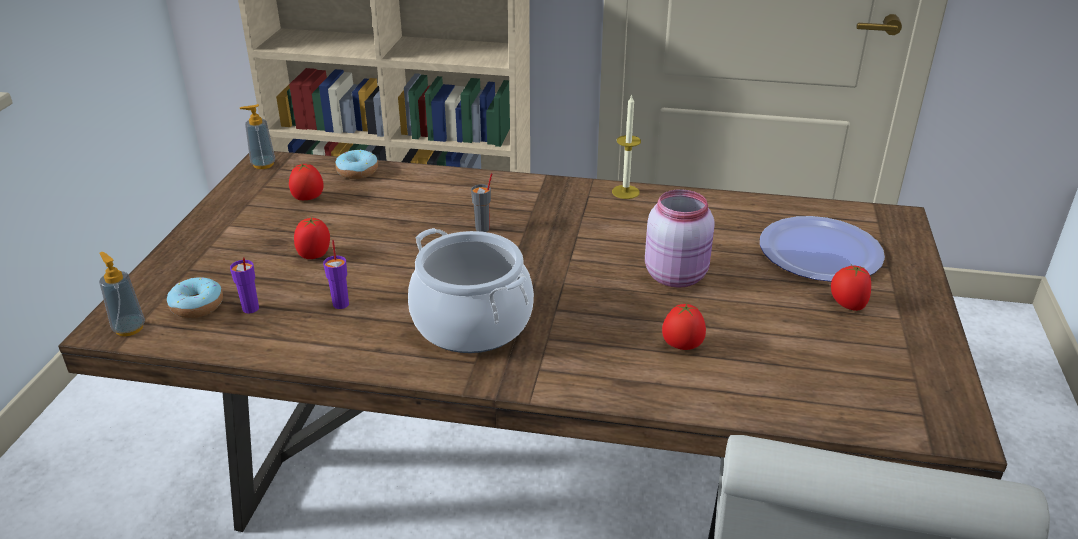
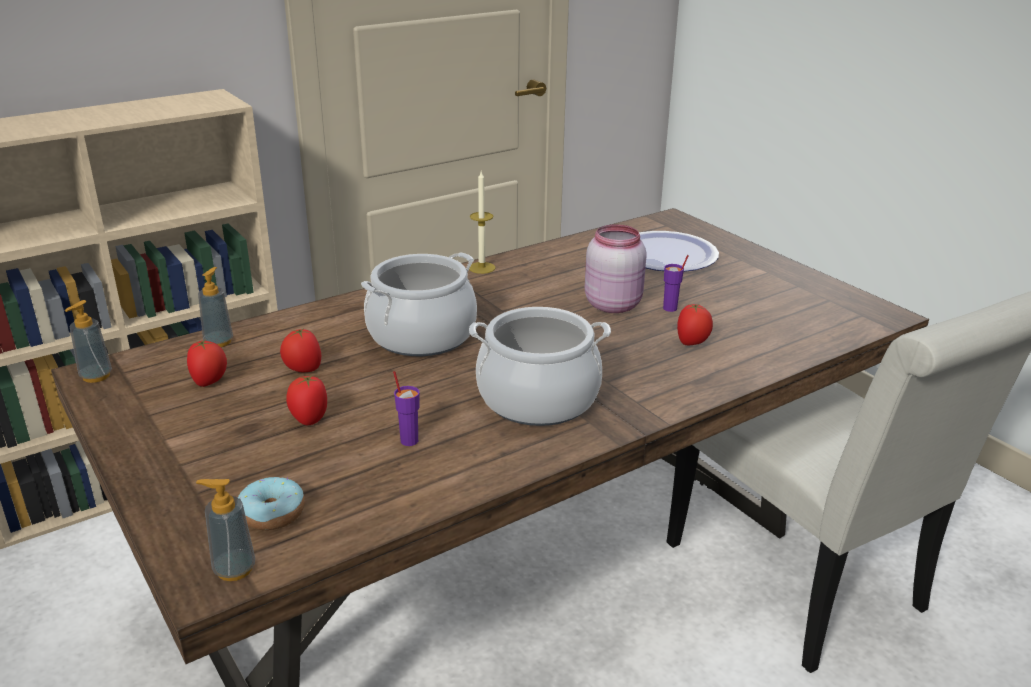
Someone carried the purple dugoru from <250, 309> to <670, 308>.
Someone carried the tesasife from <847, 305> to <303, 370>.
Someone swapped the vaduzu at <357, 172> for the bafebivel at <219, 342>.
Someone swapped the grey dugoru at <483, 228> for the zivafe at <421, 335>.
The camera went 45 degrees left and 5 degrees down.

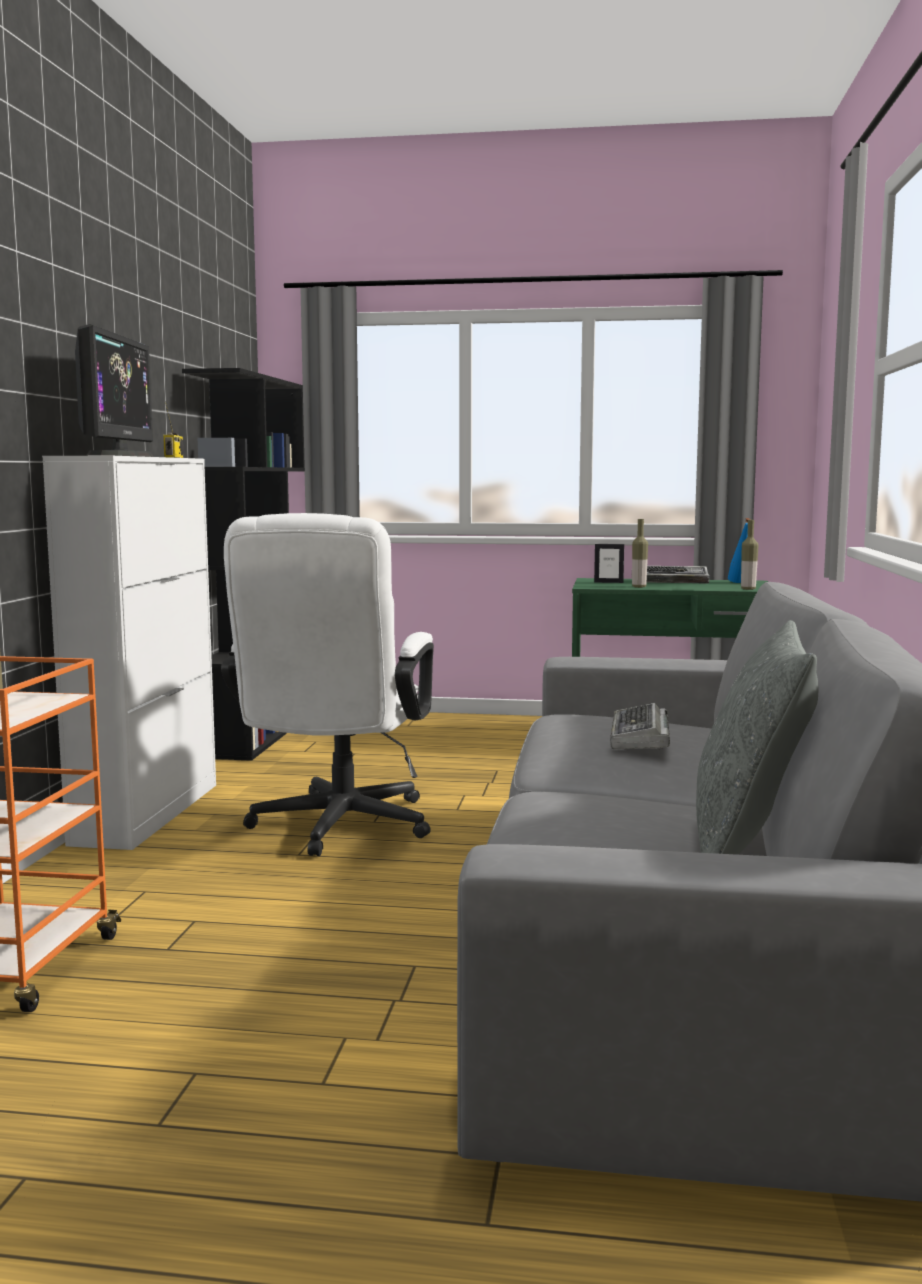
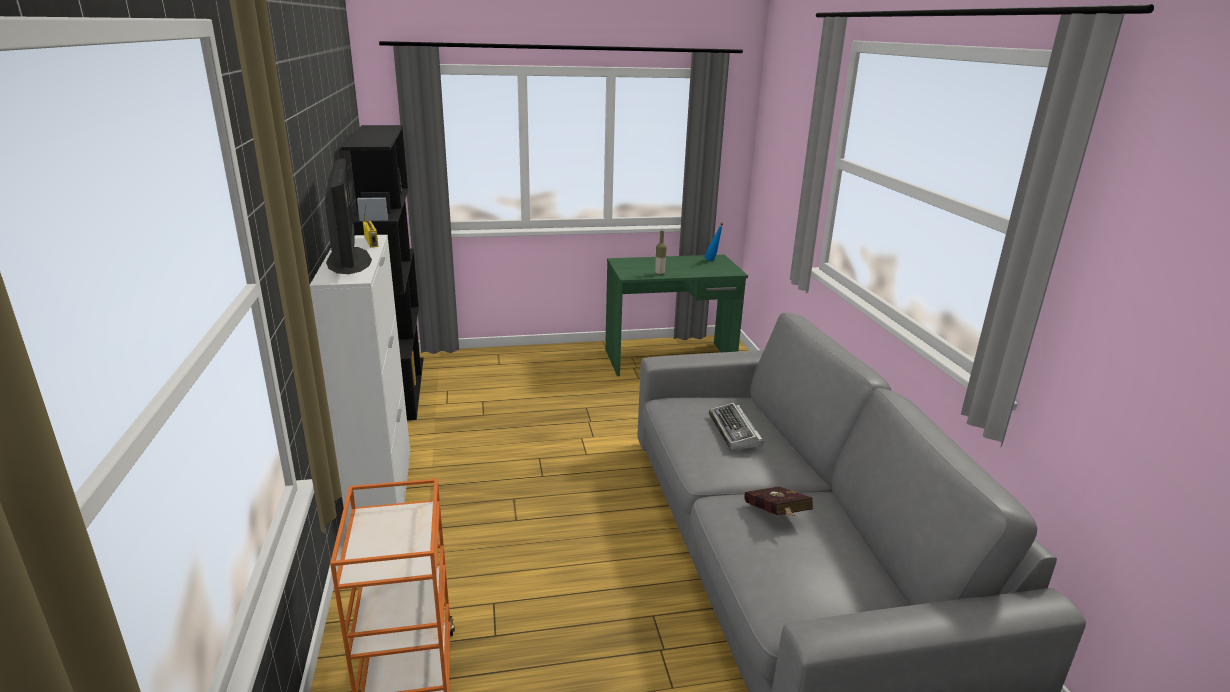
Someone took away the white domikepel at <336, 829>.
Someone took away the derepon at <608, 582>.
Someone took away the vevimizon at <670, 582>.
Someone took away the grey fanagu at <748, 845>.
Someone took away the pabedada at <748, 589>.
Someone put down the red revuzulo at <776, 516>.
The camera went 20 degrees left and 15 degrees up.

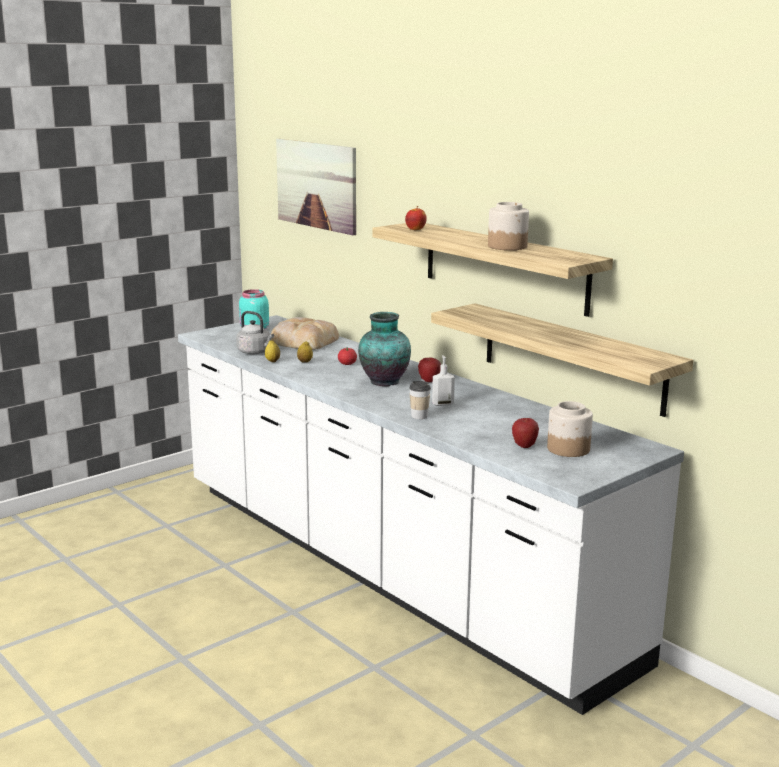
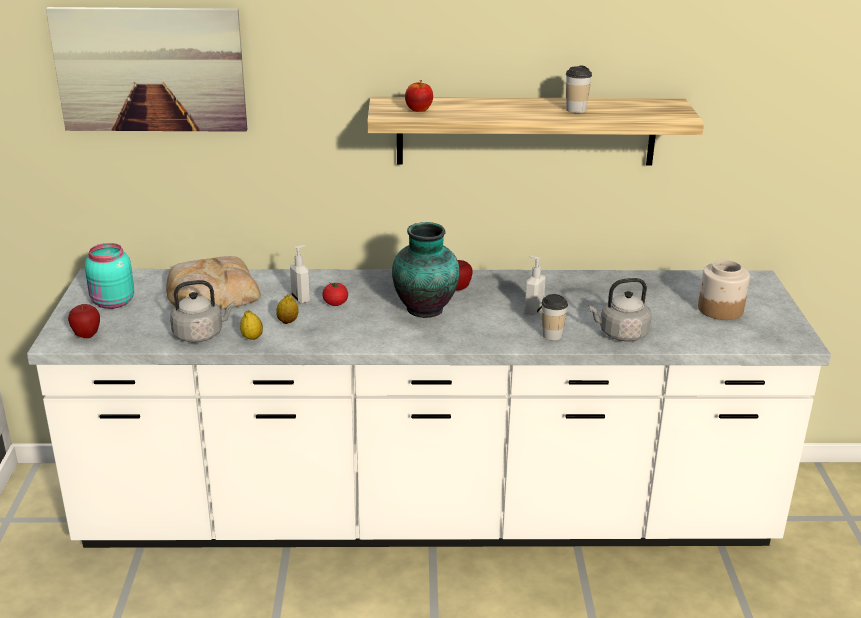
Someone took away the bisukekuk at <571, 357>.
Someone put down the bafebivel at <301, 299>.
Someone put down the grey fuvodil at <620, 334>.
Someone carried the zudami from <524, 446> to <87, 335>.
Someone swapped the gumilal at <507, 246> for the dugoru at <576, 110>.
The camera went 50 degrees left and 10 degrees up.

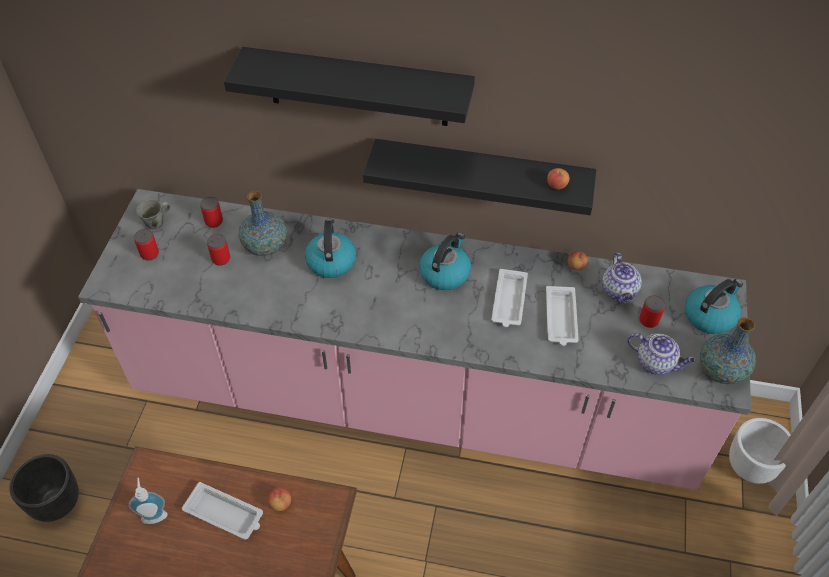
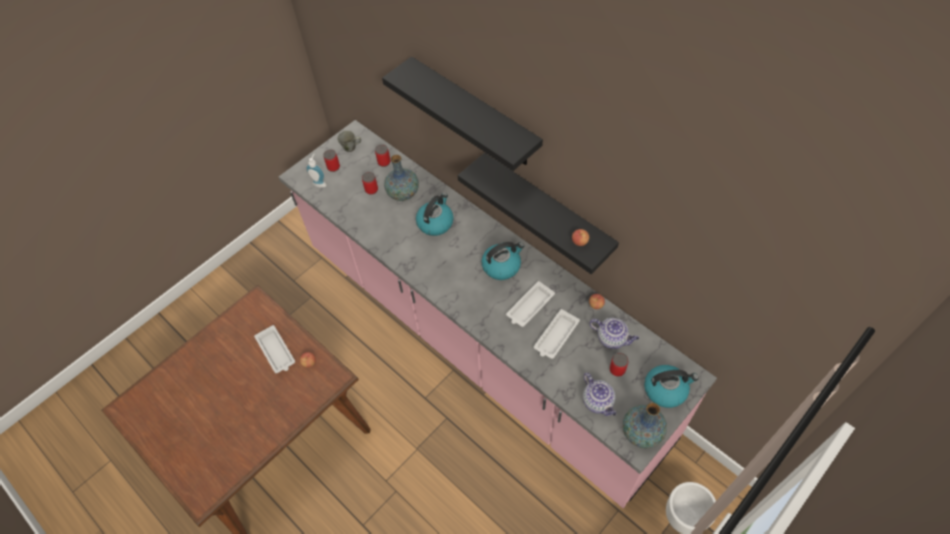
Someone took away the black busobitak at <56, 502>.
Someone carried the bafebivel from <154, 514> to <320, 183>.
Someone rotated the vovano at <619, 292> by 90 degrees counterclockwise.
The camera went 35 degrees right and 5 degrees up.

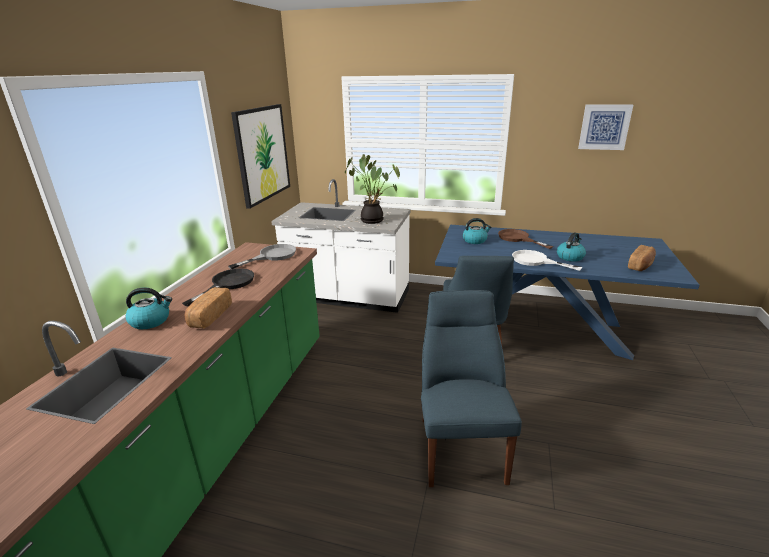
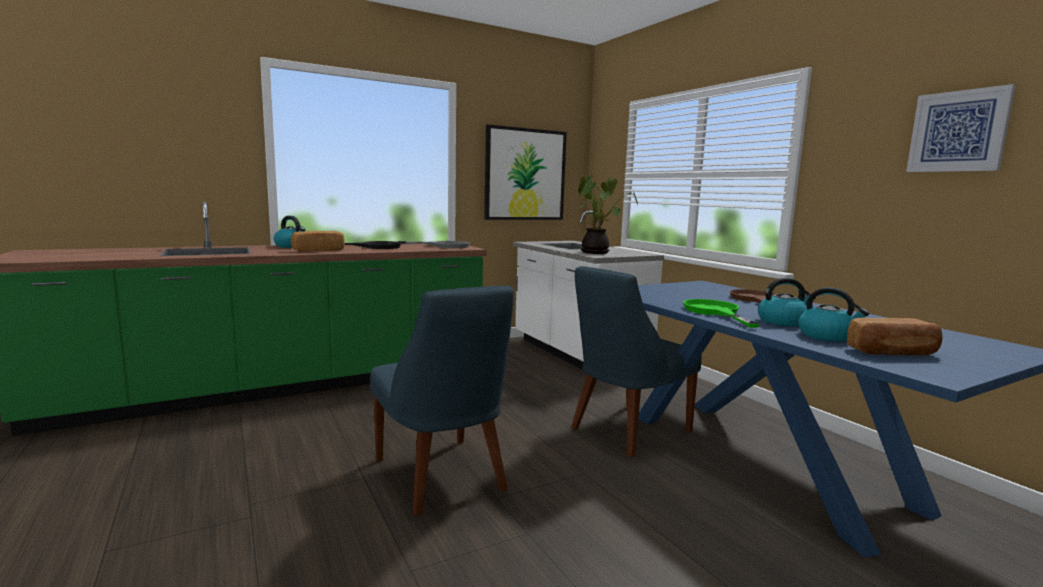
Someone carried the fuvodil from <475, 240> to <827, 336>.
Someone repainted the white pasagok at <535, 261>, which became the green pasagok at <715, 312>.
Someone rotated the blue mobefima at <460, 445> by 105 degrees clockwise.
The camera went 45 degrees right and 15 degrees down.

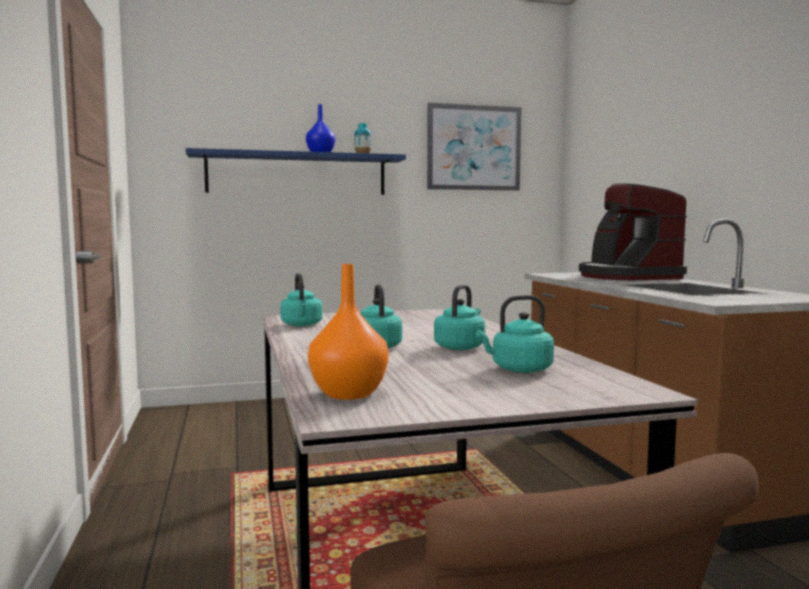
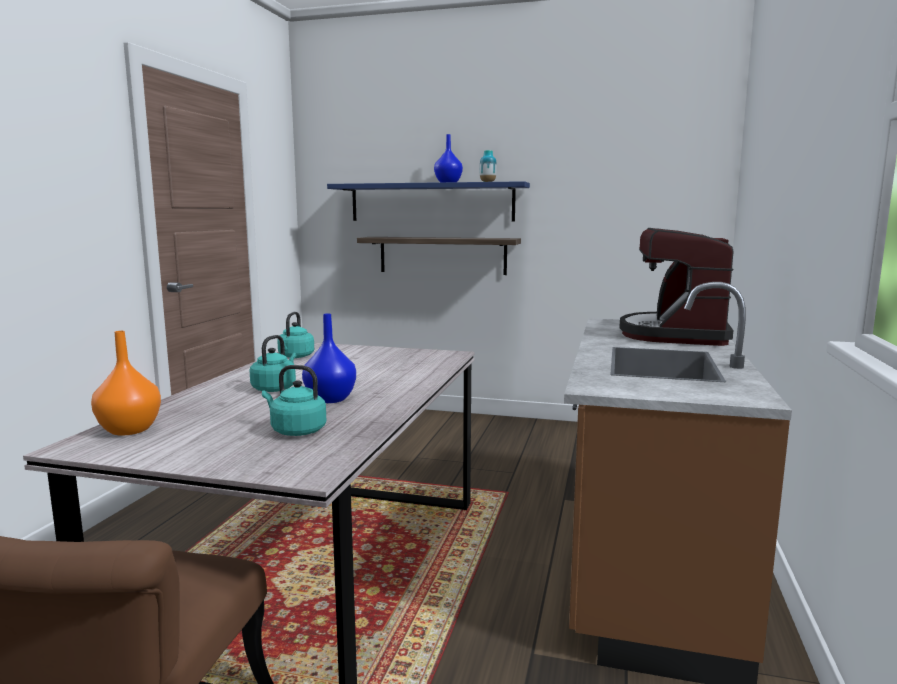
Someone took away the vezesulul at <474, 148>.
Someone put up the bisukekuk at <442, 255>.
Someone swapped the turquoise fuvodil at <460, 347> for the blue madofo at <330, 399>.
The camera went 30 degrees right and 5 degrees up.

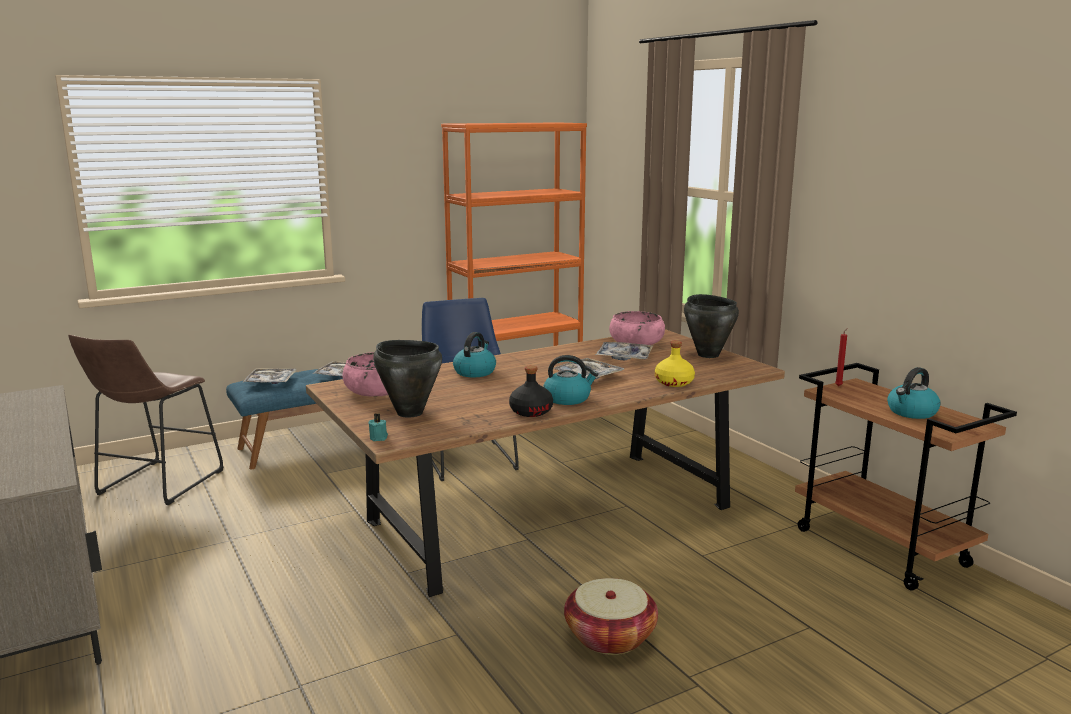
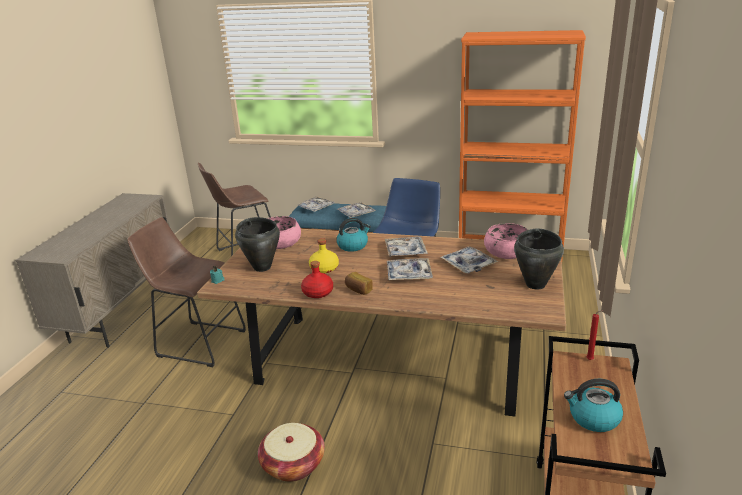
Someone put down the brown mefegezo at <197, 342>.
Someone put down the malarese at <405, 251>.
Someone carried the yellow pabedada from <674, 383> to <324, 268>.
Someone swapped the fuvodil at <568, 398> for the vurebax at <358, 290>.
Someone repainted the black pabedada at <530, 411>, which became the red pabedada at <318, 292>.
The camera went 45 degrees right and 10 degrees up.

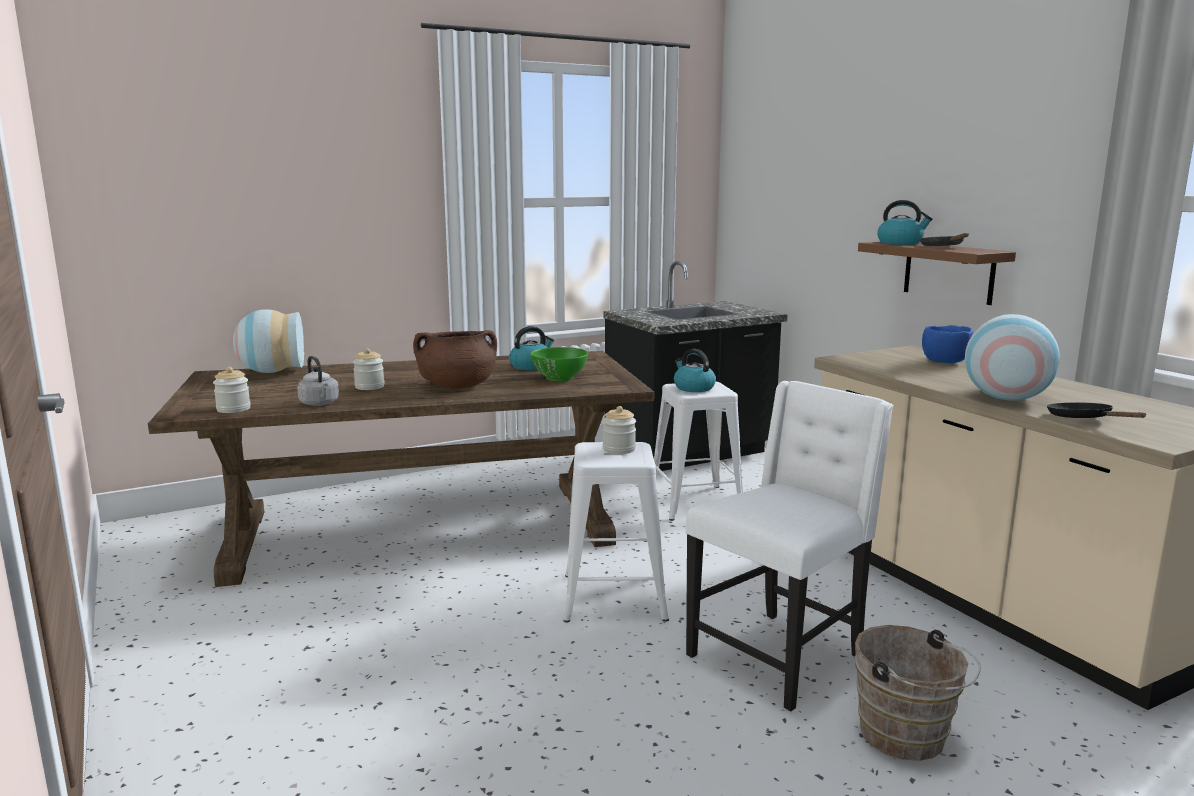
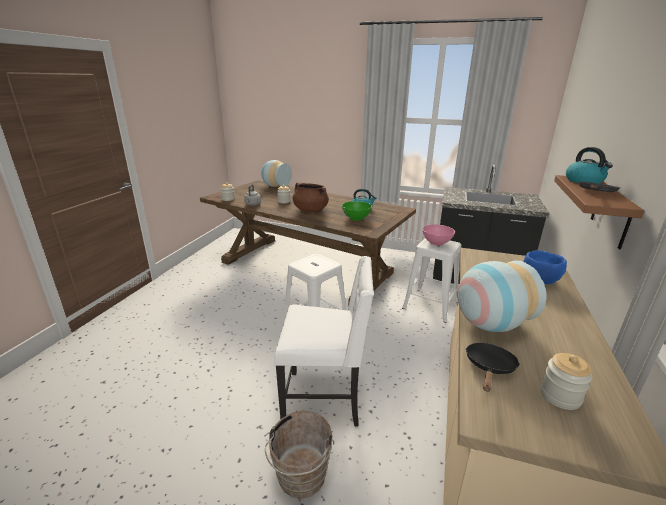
Someone carried the gumilal from <619, 449> to <560, 396>.
Someone swapped the fuvodil at <693, 388> for the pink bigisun at <436, 243>.
The camera went 45 degrees right and 10 degrees up.

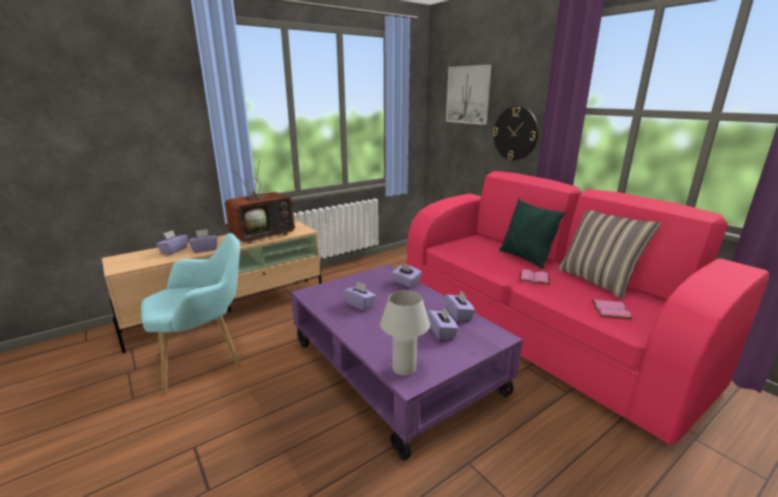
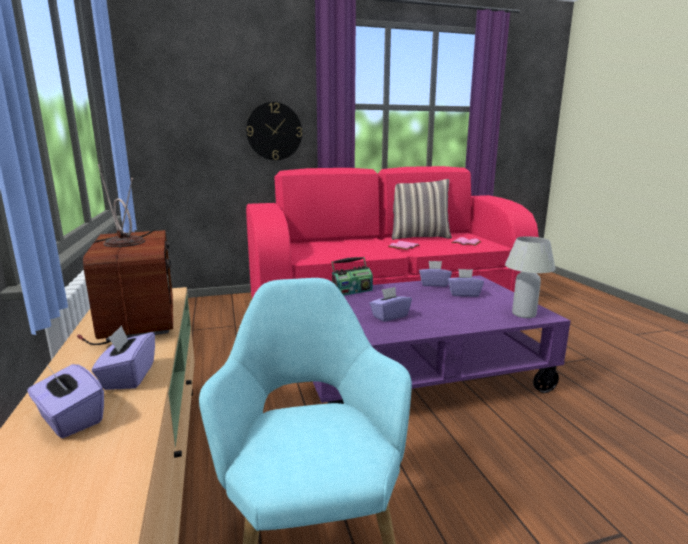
Someone took away the vezesulul at <468, 95>.
Someone took away the green fanagu at <525, 258>.
Someone swapped the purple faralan at <406, 283> for the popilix at <351, 291>.
The camera went 70 degrees left and 5 degrees down.

